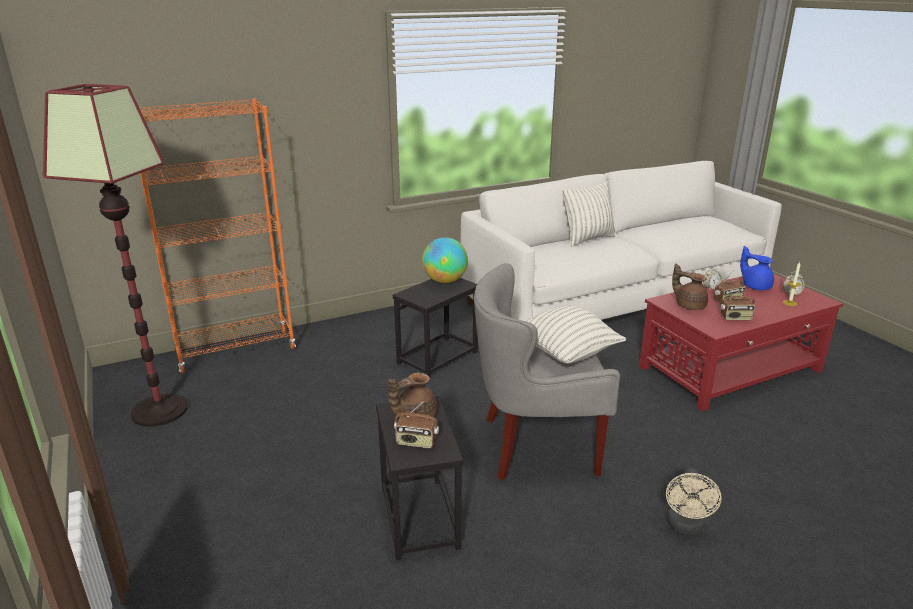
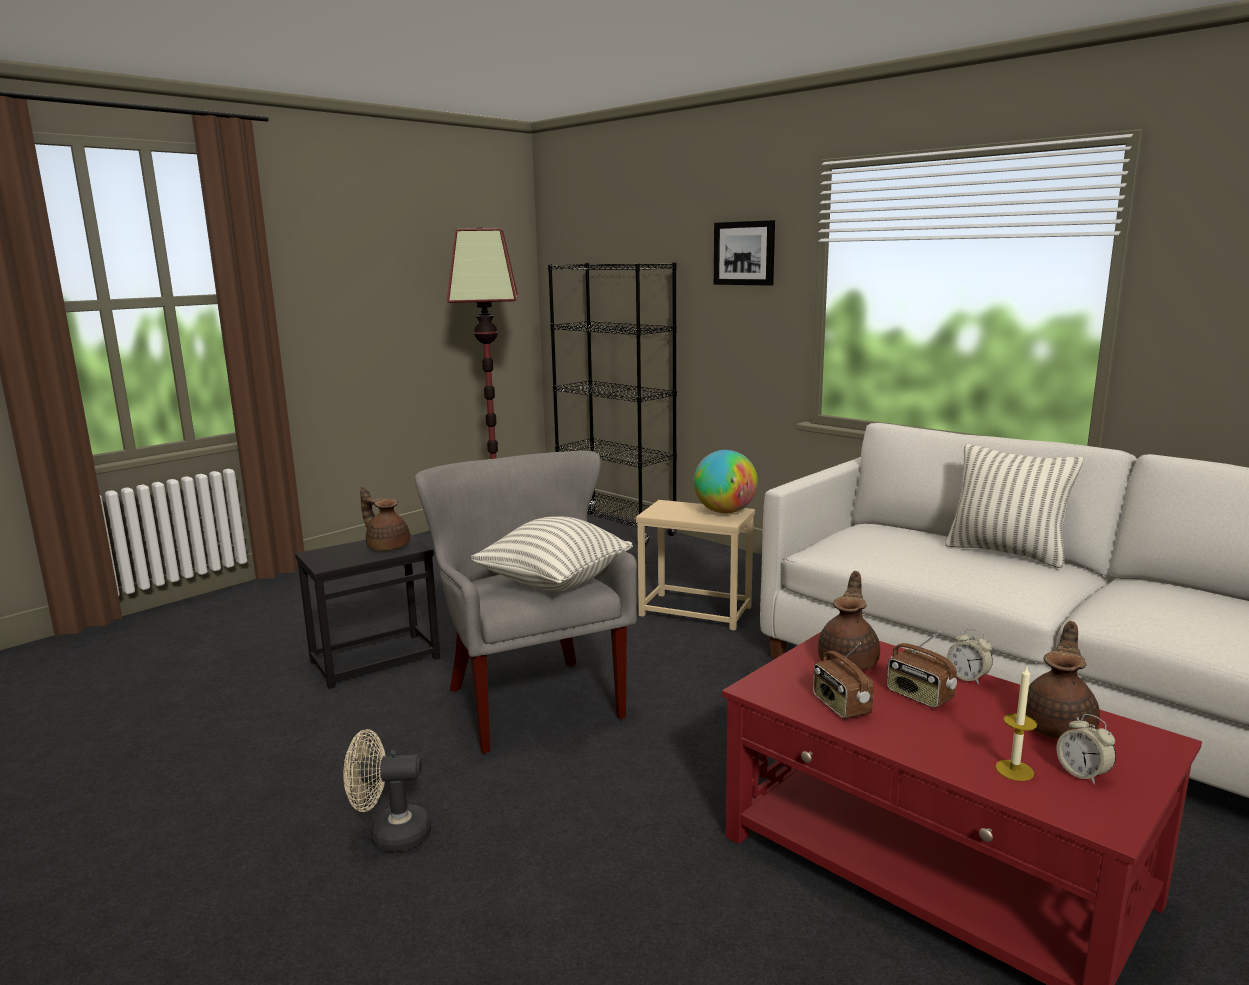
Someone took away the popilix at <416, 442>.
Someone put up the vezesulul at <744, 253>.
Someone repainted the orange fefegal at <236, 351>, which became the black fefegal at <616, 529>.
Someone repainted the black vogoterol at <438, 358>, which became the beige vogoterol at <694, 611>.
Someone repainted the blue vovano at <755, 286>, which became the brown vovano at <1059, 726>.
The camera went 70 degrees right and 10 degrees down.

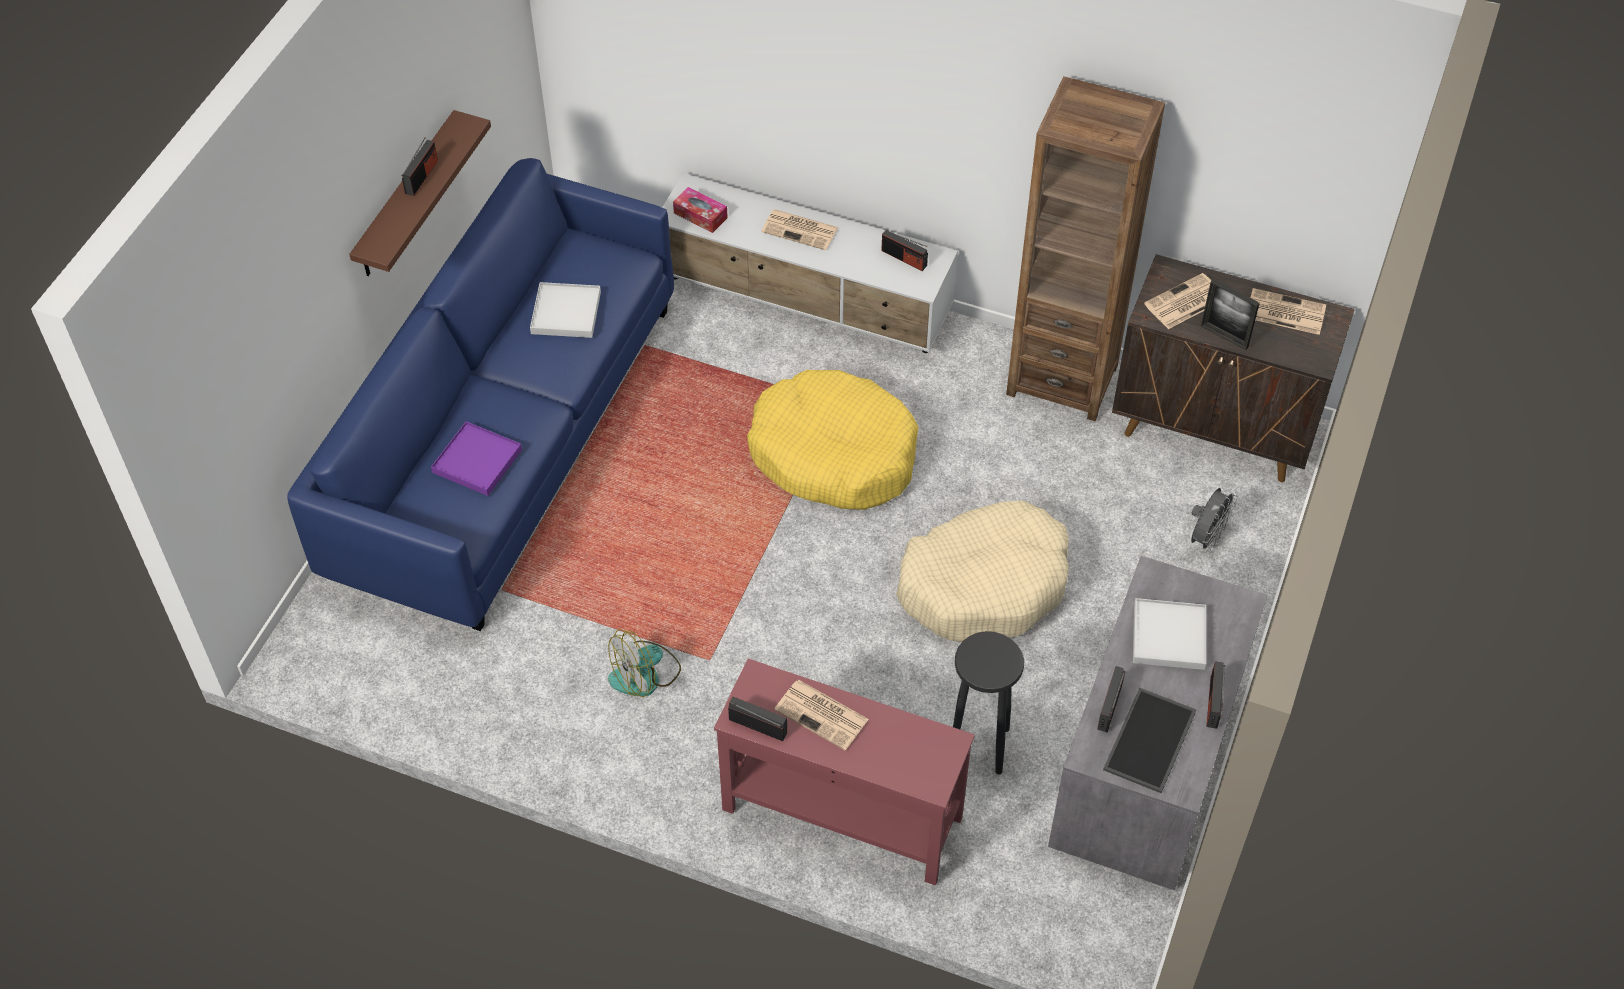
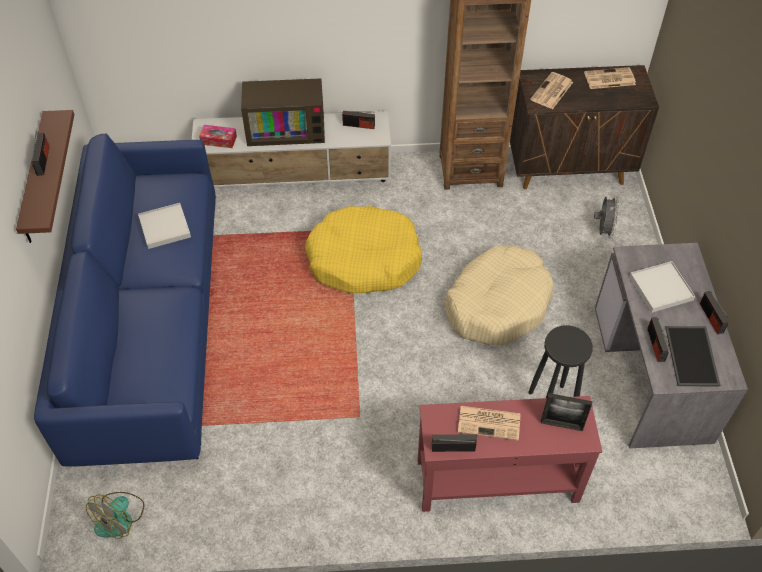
Someone took away the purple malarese at <477, 461>.
Someone carried the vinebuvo from <645, 675> to <120, 518>.
Someone carried the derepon from <1224, 336> to <561, 425>.
Someone swapped the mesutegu at <801, 230> for the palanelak at <286, 129>.
The camera went 25 degrees left and 0 degrees up.

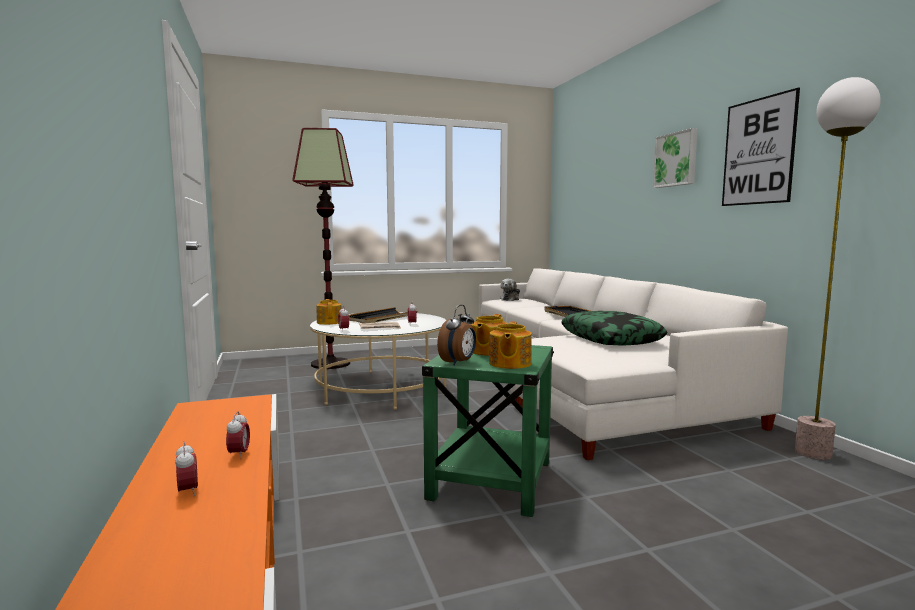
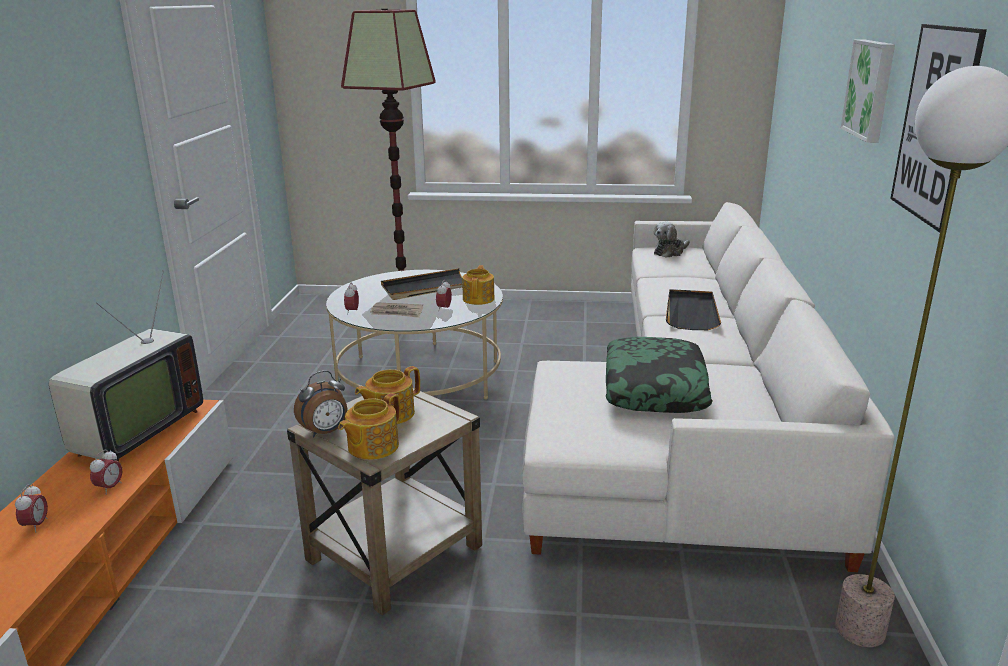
Someone put down the palanelak at <133, 433>.
Someone carried the vovano from <329, 322> to <479, 299>.
Someone repainted the green vogoterol at <491, 480>, which became the beige vogoterol at <395, 553>.
The camera went 25 degrees right and 15 degrees up.

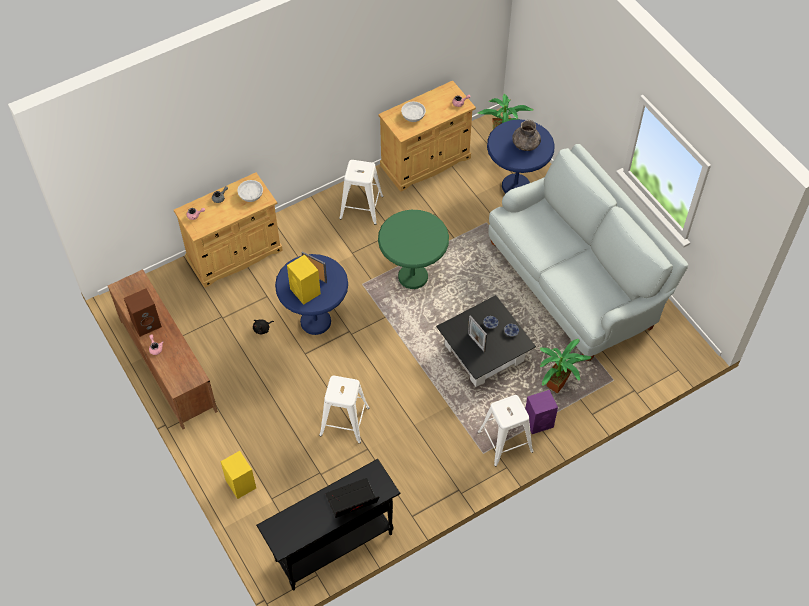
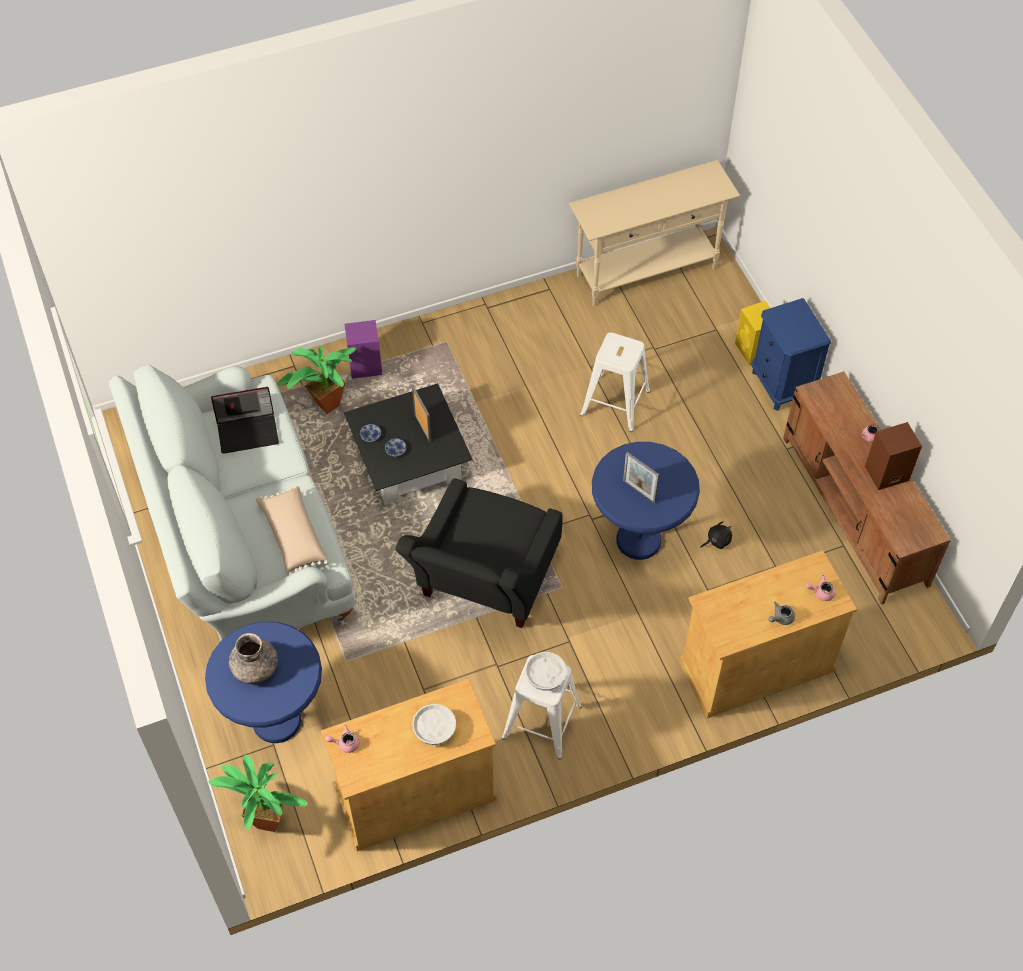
Someone took away the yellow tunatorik at <305, 292>.
Someone took away the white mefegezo at <506, 441>.
Someone put down the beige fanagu at <293, 536>.
Someone put down the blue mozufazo at <781, 385>.
Someone carried the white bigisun from <251, 194> to <545, 676>.
Someone carried the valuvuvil from <352, 502> to <248, 430>.
Someone swapped the green vogoterol at <413, 277> for the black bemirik at <483, 587>.
Someone repainted the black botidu at <333, 547>, which became the beige botidu at <647, 272>.
The camera went 170 degrees left and 0 degrees up.

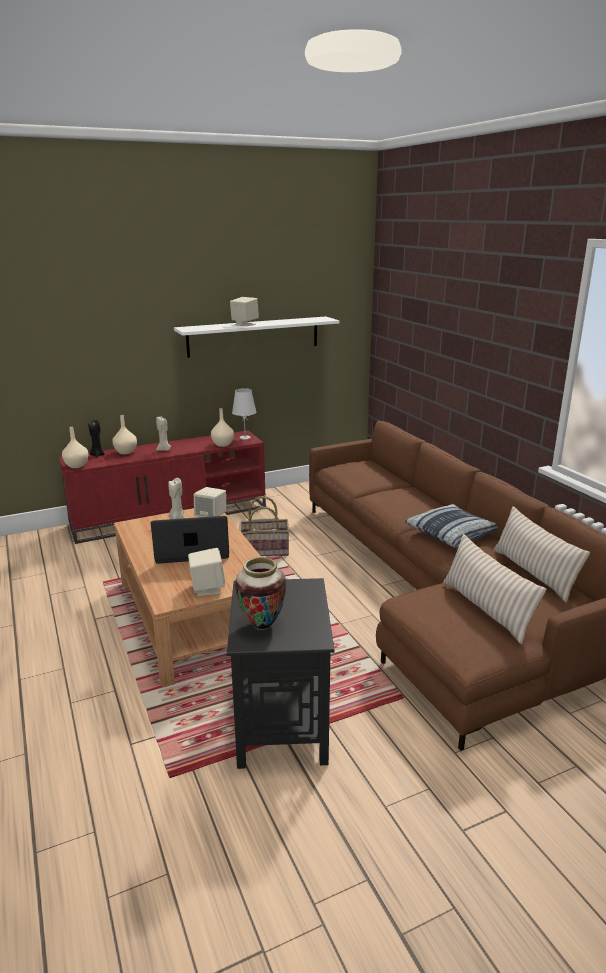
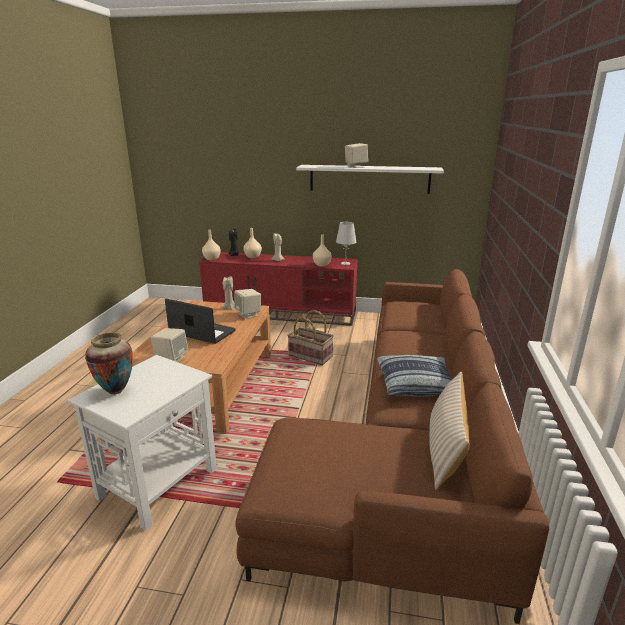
Someone took away the beige fanagu at <486, 609>.
Someone repainted the black vogoterol at <281, 723>, which became the white vogoterol at <159, 483>.
The camera went 35 degrees right and 0 degrees up.

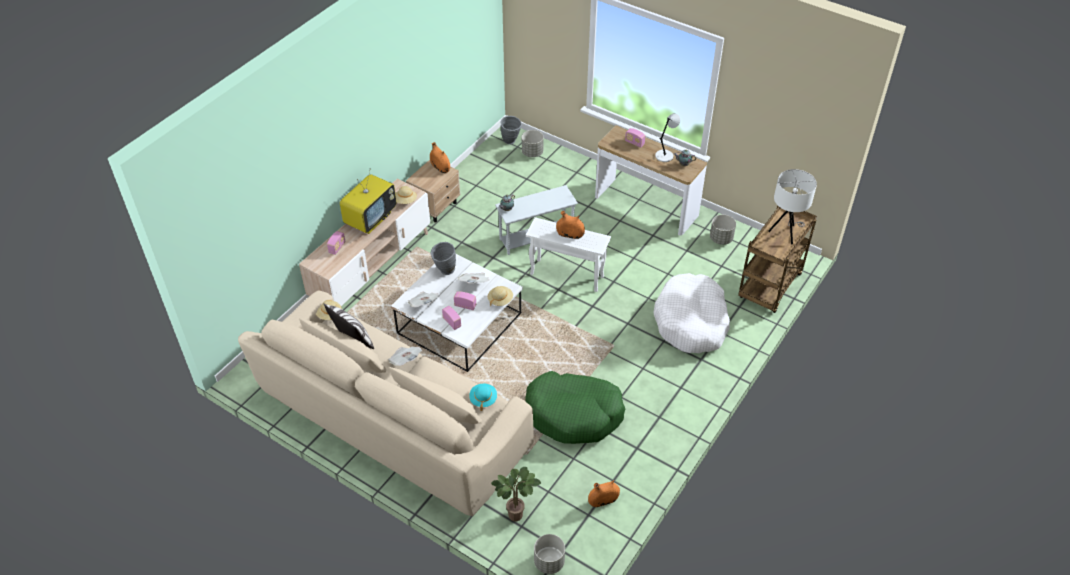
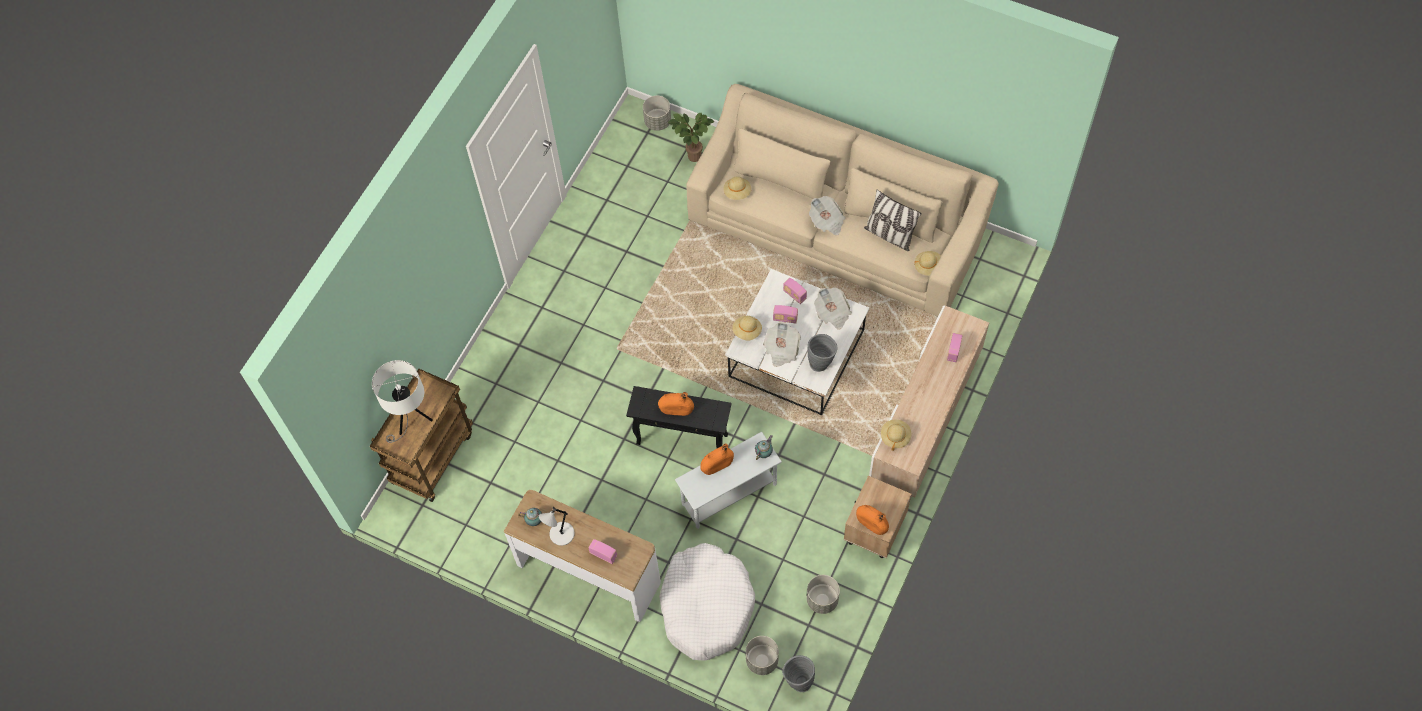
Someone took away the palanelak at <370, 219>.
Someone took away the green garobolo at <574, 414>.
Someone carried the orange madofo from <603, 500> to <717, 465>.
Someone carried the white garobolo from <691, 322> to <706, 606>.
Someone carried the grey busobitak from <721, 239> to <822, 599>.
Someone repainted the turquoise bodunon at <483, 399>, which became the beige bodunon at <737, 192>.
Someone repainted the white vogoterol at <567, 275>, which became the black vogoterol at <682, 439>.
The camera went 175 degrees right and 15 degrees up.

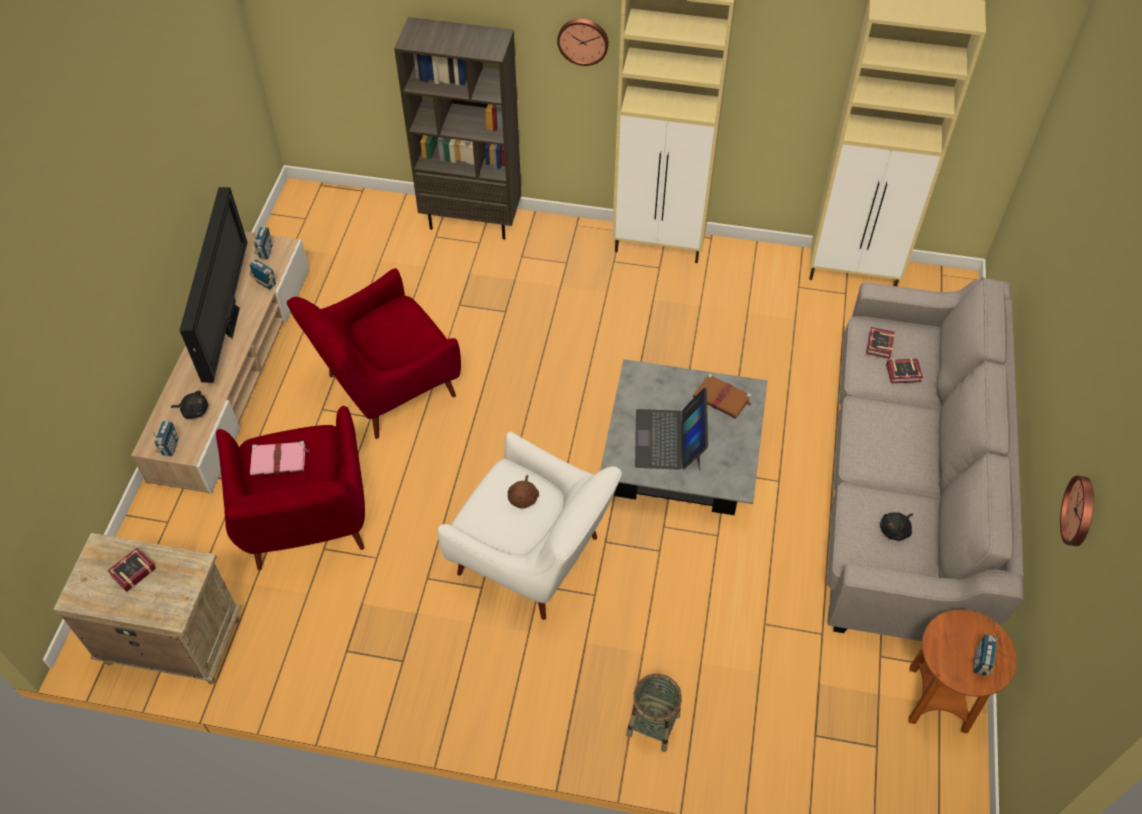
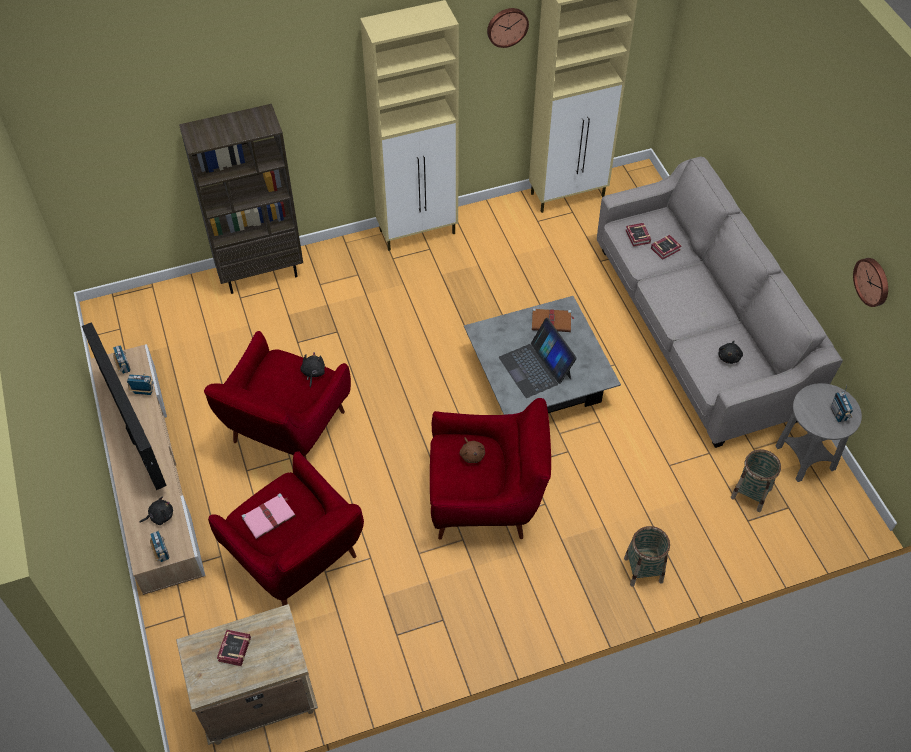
Someone put down the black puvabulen at <313, 373>.
Someone put down the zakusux at <751, 493>.
Someone carried the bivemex from <583, 40> to <507, 26>.
Someone repainted the white bemirik at <534, 559>, which became the red bemirik at <486, 500>.
Someone repainted the brown vogoterol at <938, 699>, which became the grey vogoterol at <805, 458>.
The camera went 30 degrees left and 0 degrees up.

